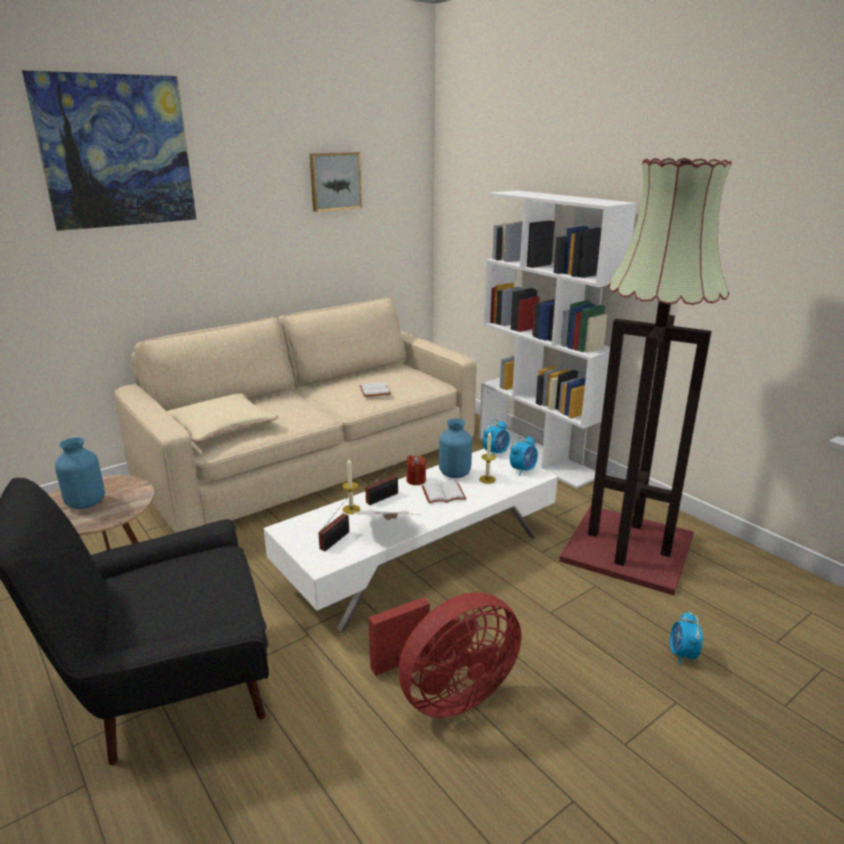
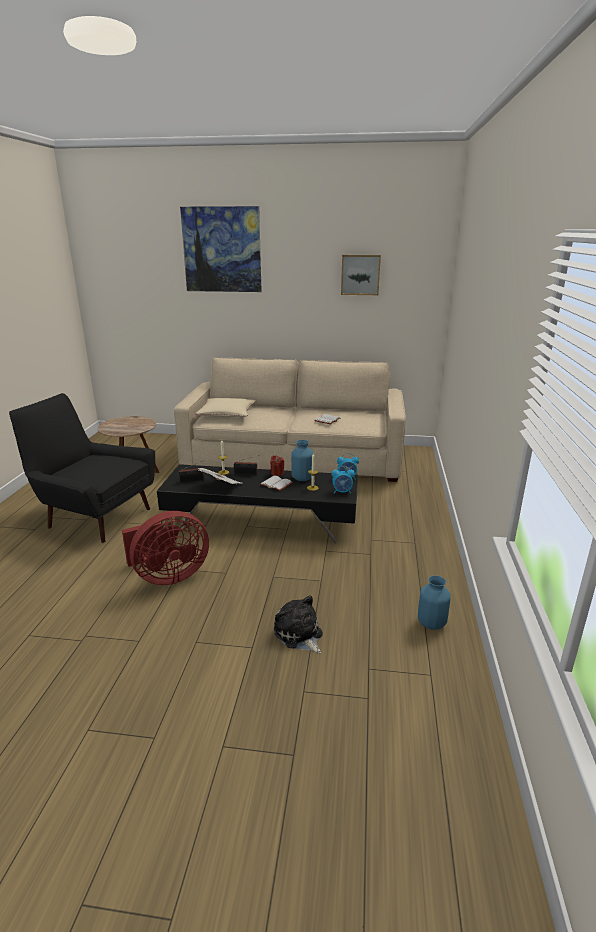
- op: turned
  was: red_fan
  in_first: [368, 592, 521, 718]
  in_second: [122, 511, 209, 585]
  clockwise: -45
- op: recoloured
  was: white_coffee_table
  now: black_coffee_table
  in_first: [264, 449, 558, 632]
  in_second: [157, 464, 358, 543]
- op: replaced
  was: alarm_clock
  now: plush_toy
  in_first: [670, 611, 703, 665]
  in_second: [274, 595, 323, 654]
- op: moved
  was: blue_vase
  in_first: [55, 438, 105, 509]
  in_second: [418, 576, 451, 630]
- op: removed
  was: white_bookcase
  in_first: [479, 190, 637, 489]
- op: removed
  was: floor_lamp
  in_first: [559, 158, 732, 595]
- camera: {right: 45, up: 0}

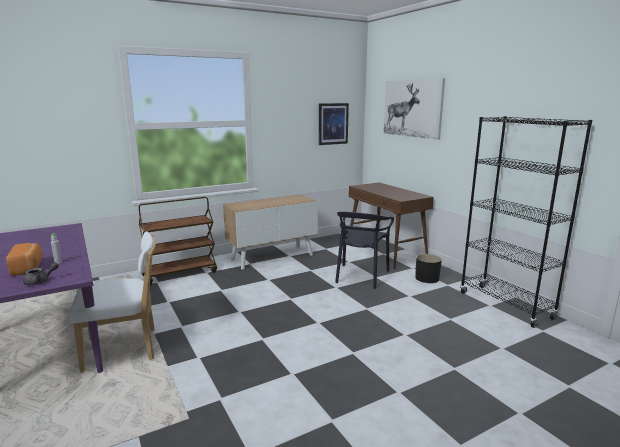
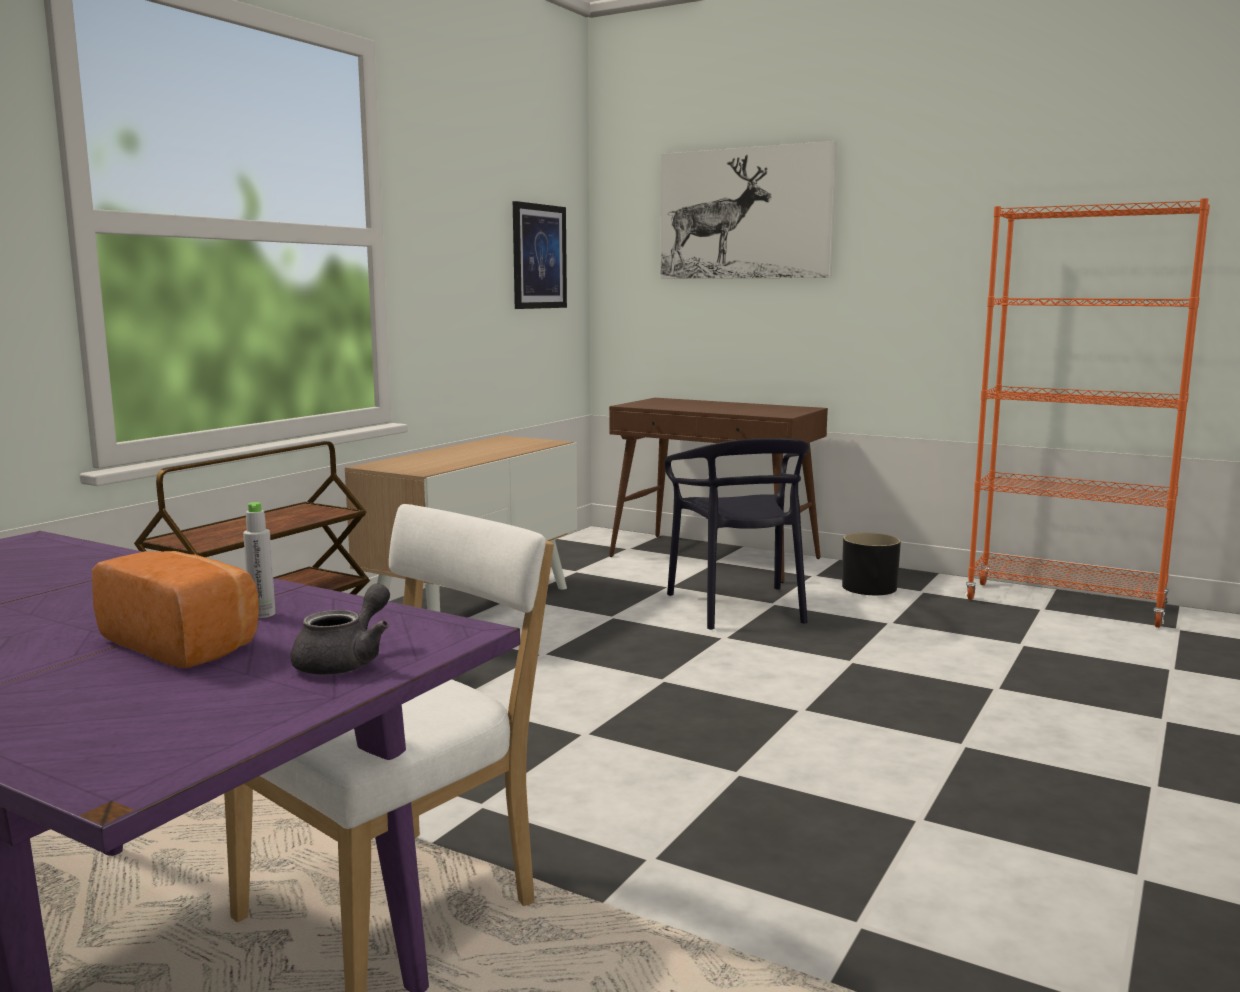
- op: recoloured
  was: black_bookcase
  now: orange_bookcase
  in_first: [460, 116, 592, 328]
  in_second: [965, 198, 1210, 628]
- camera: {right: -30, up: -5}

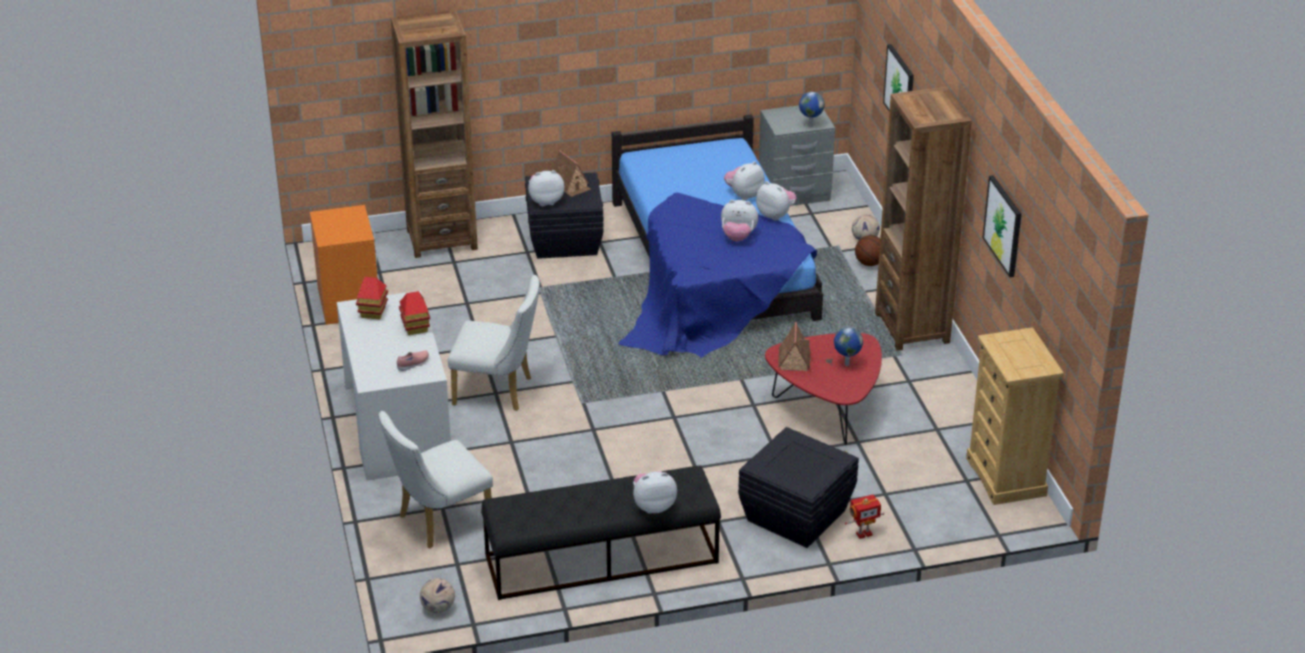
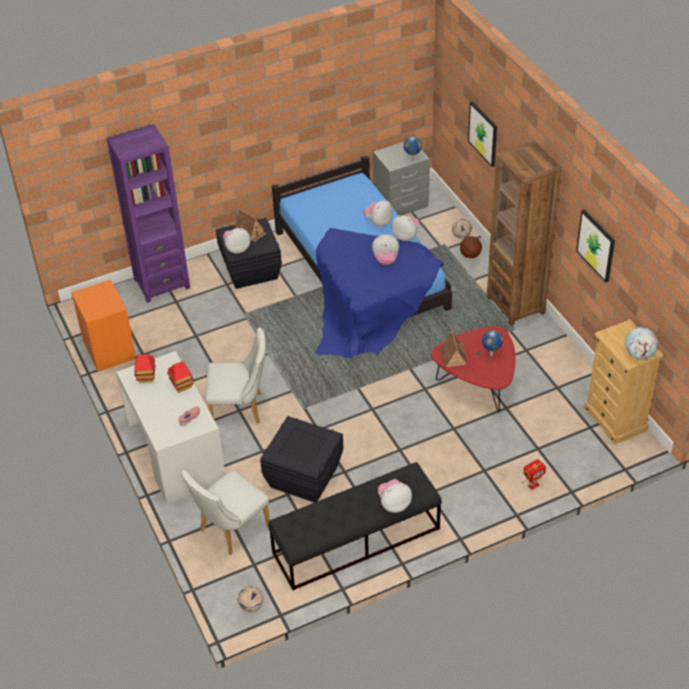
- op: recoloured
  was: brown_bookcase
  now: purple_bookcase
  in_first: [391, 10, 478, 258]
  in_second: [107, 124, 190, 303]
- op: moved
  was: black_storage_box
  in_first: [738, 427, 859, 548]
  in_second: [260, 416, 344, 503]
- op: added
  now: globe
  in_second: [625, 327, 659, 360]
- camera: {right: -10, up: 10}

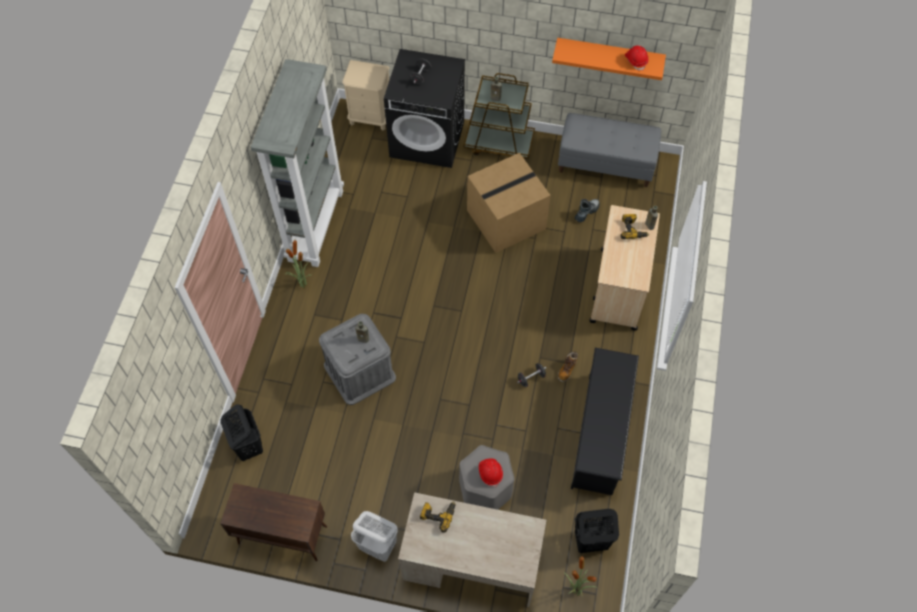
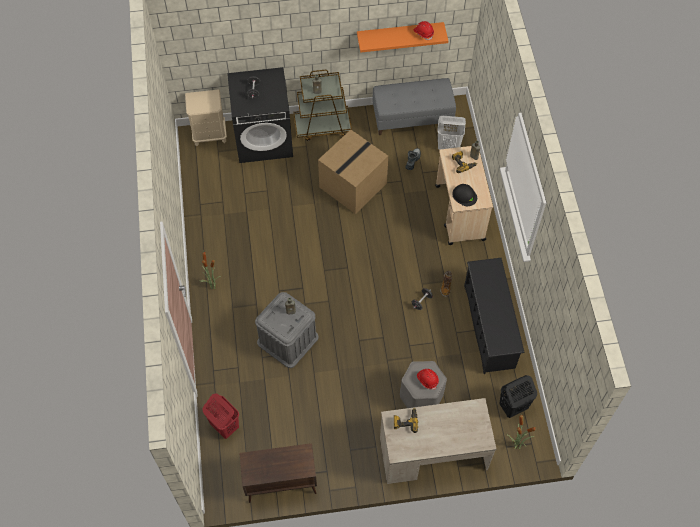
- op: recoloured
  was: black_laundry_basket
  now: red_laundry_basket
  in_first: [221, 405, 263, 461]
  in_second: [203, 394, 239, 439]
- op: moved
  was: white_laundry_basket
  in_first: [351, 511, 398, 562]
  in_second: [437, 116, 466, 150]
- op: added
  now: black_hard_hat
  in_second: [452, 184, 477, 206]
- op: removed
  was: grey_bookcase
  in_first: [250, 59, 344, 267]
- camera: {right: -20, up: 0}

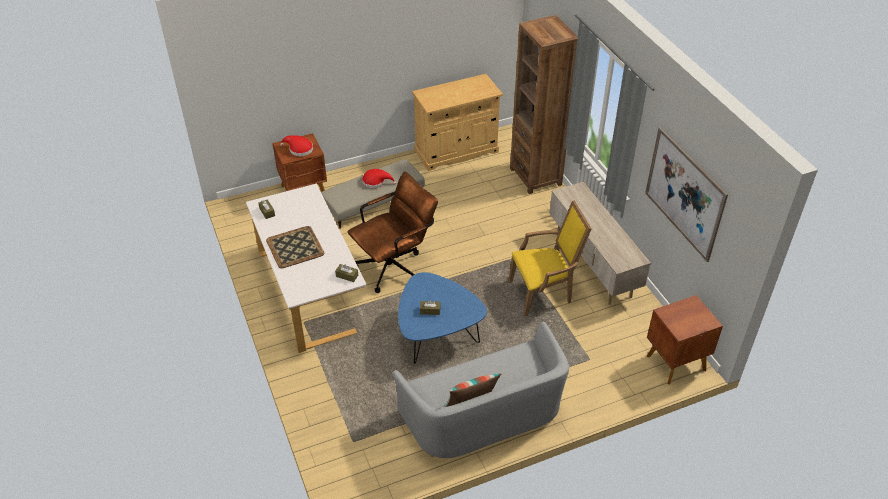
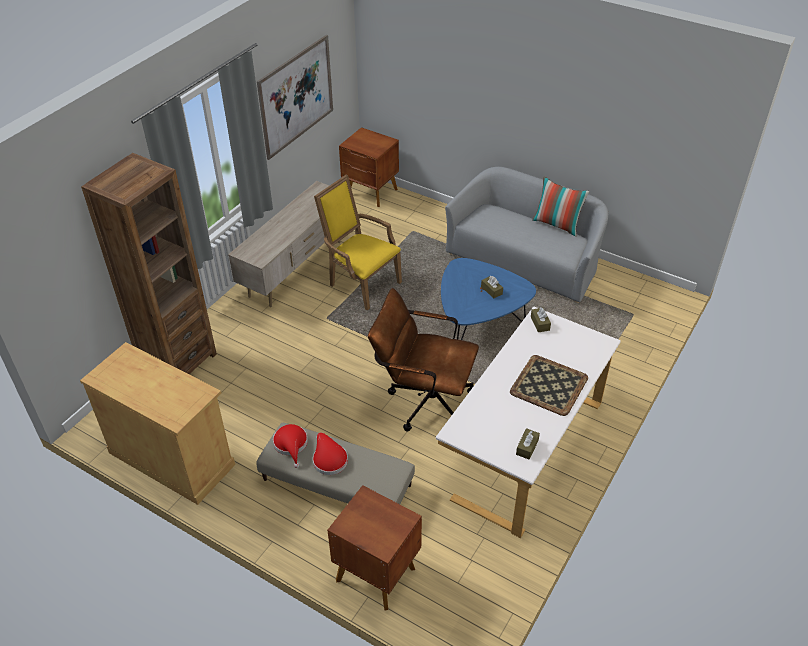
- op: moved
  was: red_hat
  in_first: [280, 135, 313, 156]
  in_second: [273, 424, 308, 468]
- camera: {right: -125, up: 0}

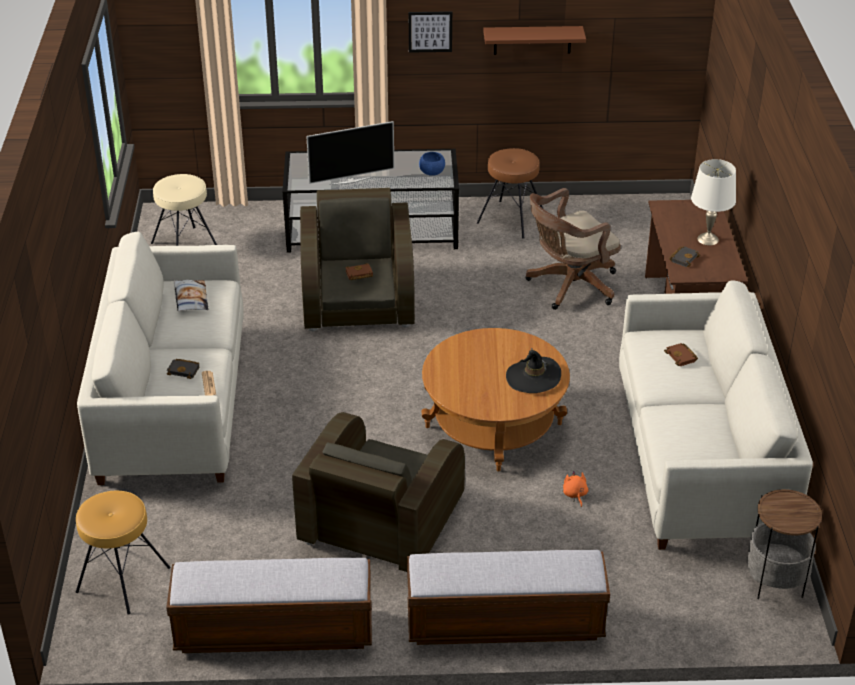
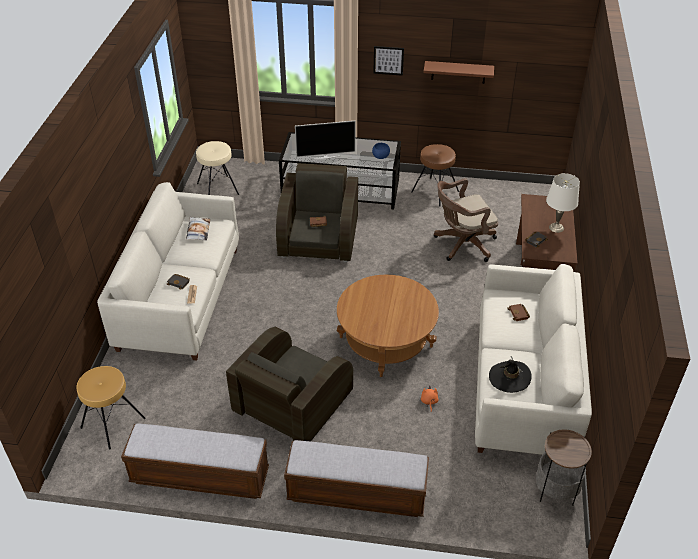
- op: moved
  was: black_hat
  in_first: [506, 348, 561, 393]
  in_second: [489, 356, 532, 393]
- camera: {right: 10, up: 5}

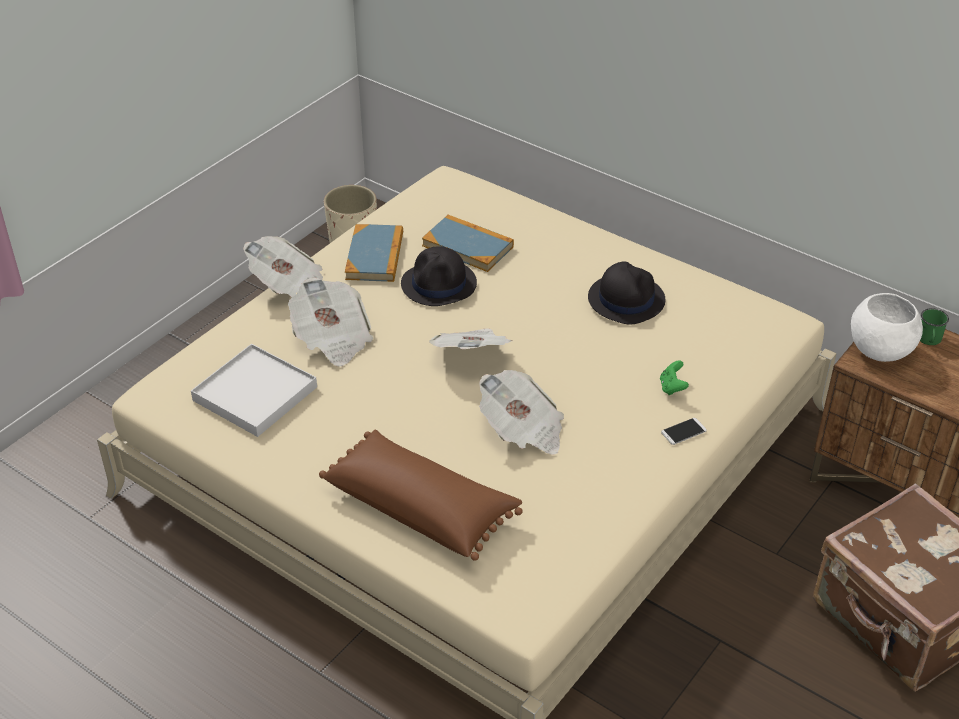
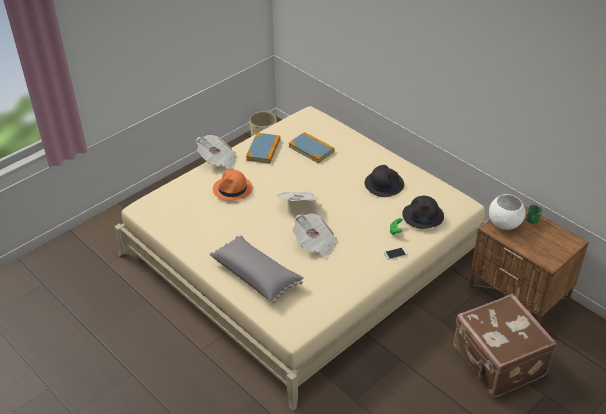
- op: recoloured
  was: brown_pillow
  now: grey_pillow
  in_first: [319, 430, 523, 561]
  in_second: [210, 236, 303, 303]
- op: replaced
  was: newspaper
  now: orange_hat
  in_first: [288, 277, 374, 367]
  in_second: [213, 170, 252, 201]
- op: moved
  was: black_hat
  in_first: [401, 246, 477, 306]
  in_second: [402, 196, 444, 229]
- op: removed
  was: white_tray
  in_first: [191, 344, 317, 437]
- camera: {right: 10, up: 0}

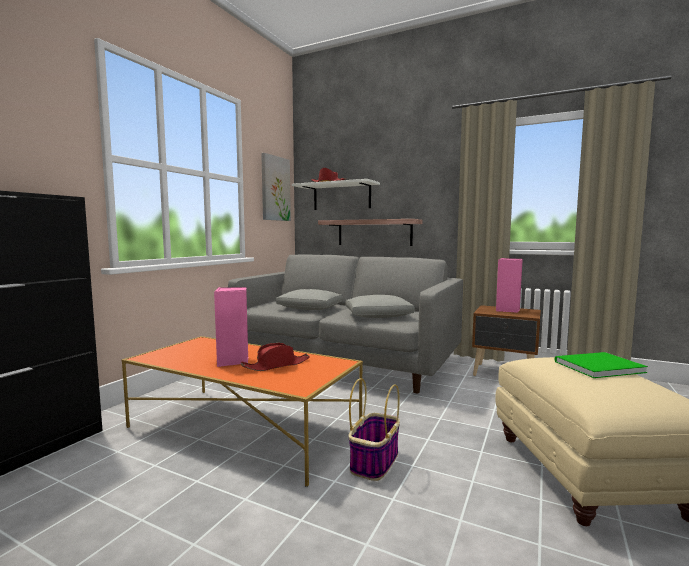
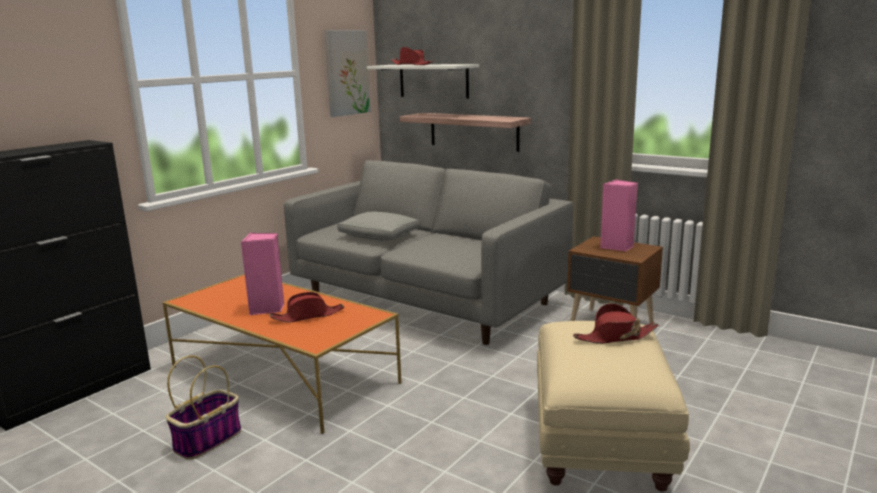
- op: moved
  was: basket
  in_first: [348, 378, 400, 481]
  in_second: [166, 356, 241, 460]
- op: replaced
  was: green_book
  now: red_hat
  in_first: [555, 352, 648, 378]
  in_second: [573, 303, 659, 344]
- op: removed
  was: grey_pillow
  in_first: [345, 295, 415, 318]
- camera: {right: 10, up: 10}

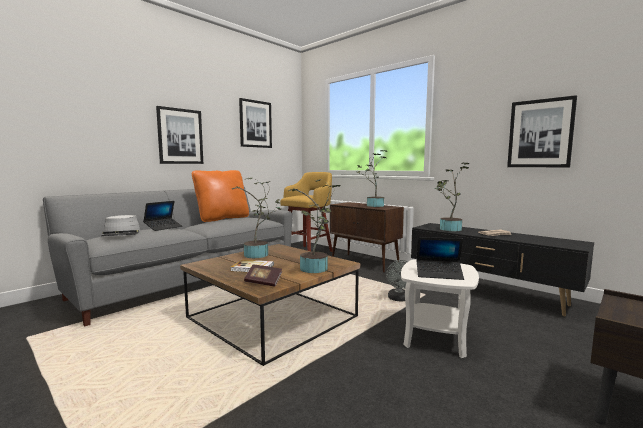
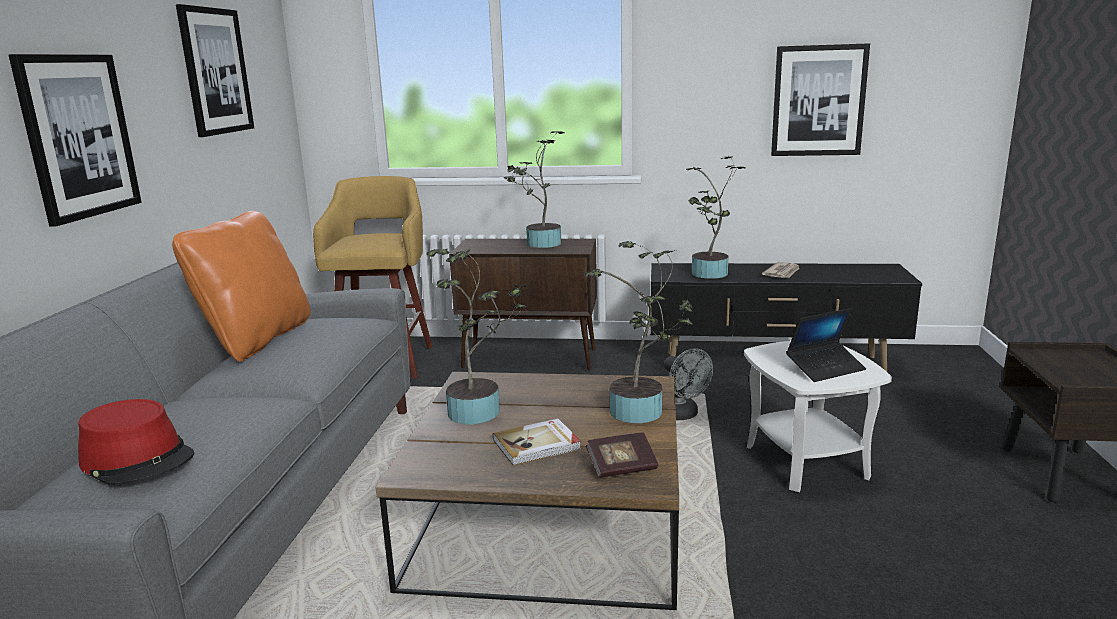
- op: recoloured
  was: grey_hat
  now: red_hat
  in_first: [101, 215, 140, 236]
  in_second: [78, 399, 195, 485]
- op: removed
  was: laptop
  in_first: [143, 201, 182, 231]
- camera: {right: -35, up: 10}

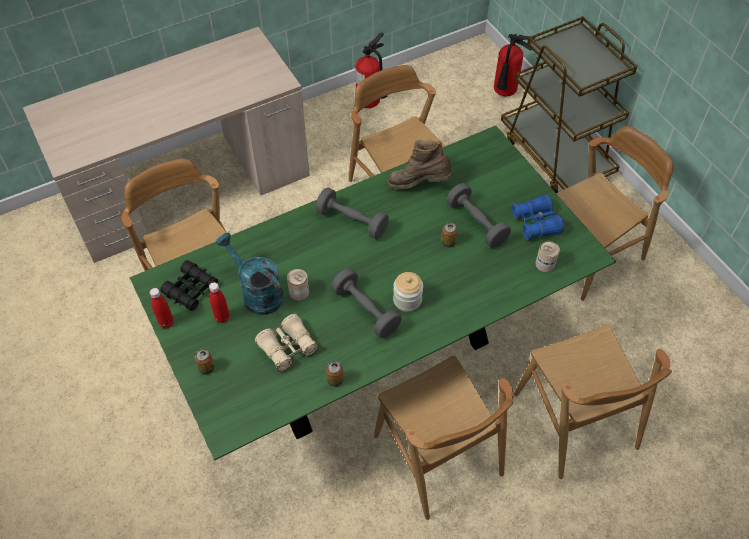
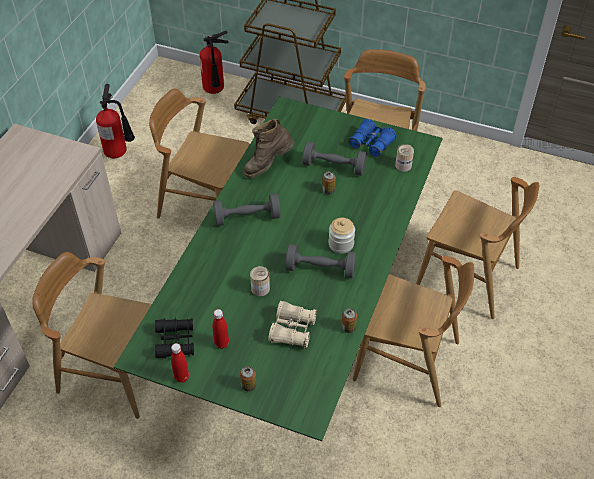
- op: removed
  was: turquoise_watering_can
  in_first: [216, 233, 283, 315]
- camera: {right: -40, up: -5}

